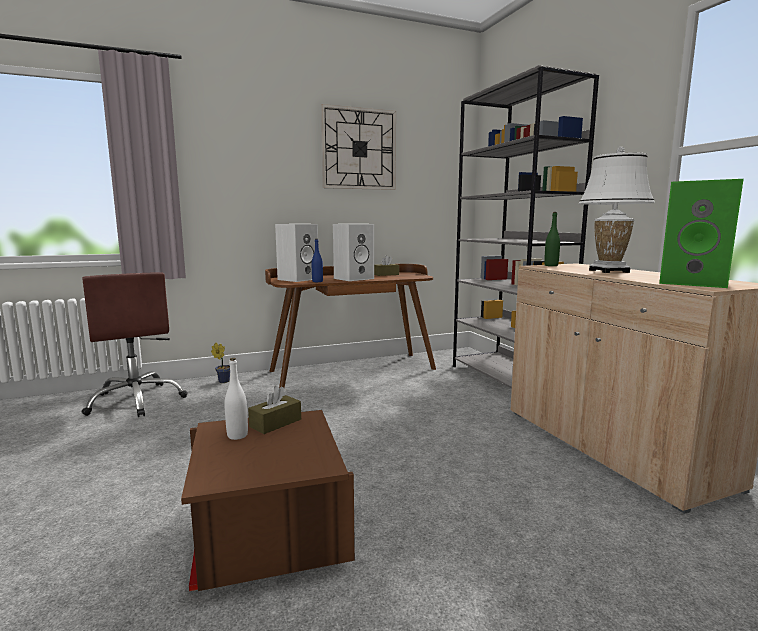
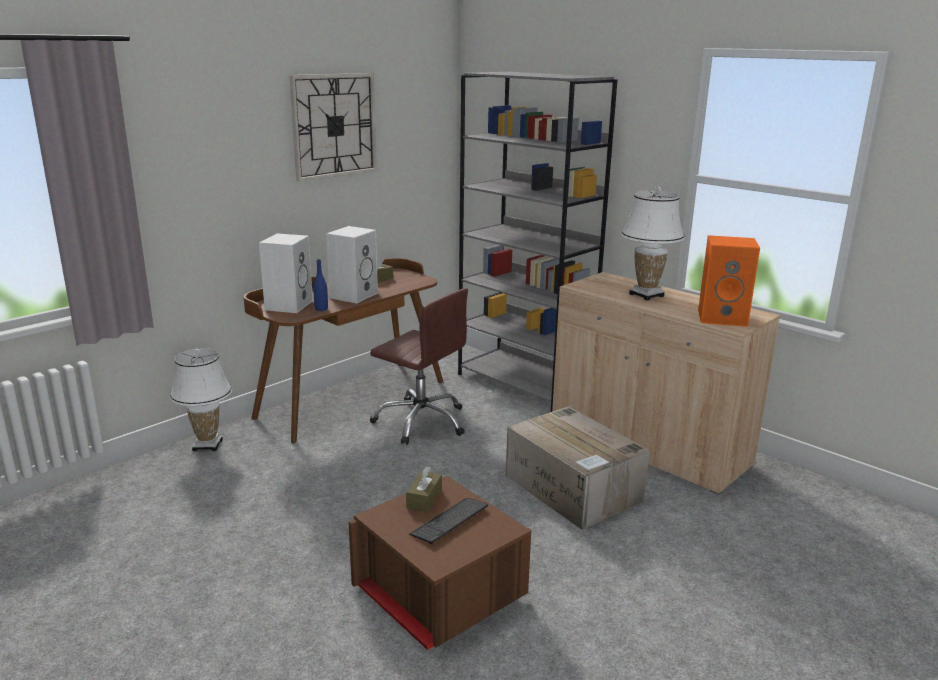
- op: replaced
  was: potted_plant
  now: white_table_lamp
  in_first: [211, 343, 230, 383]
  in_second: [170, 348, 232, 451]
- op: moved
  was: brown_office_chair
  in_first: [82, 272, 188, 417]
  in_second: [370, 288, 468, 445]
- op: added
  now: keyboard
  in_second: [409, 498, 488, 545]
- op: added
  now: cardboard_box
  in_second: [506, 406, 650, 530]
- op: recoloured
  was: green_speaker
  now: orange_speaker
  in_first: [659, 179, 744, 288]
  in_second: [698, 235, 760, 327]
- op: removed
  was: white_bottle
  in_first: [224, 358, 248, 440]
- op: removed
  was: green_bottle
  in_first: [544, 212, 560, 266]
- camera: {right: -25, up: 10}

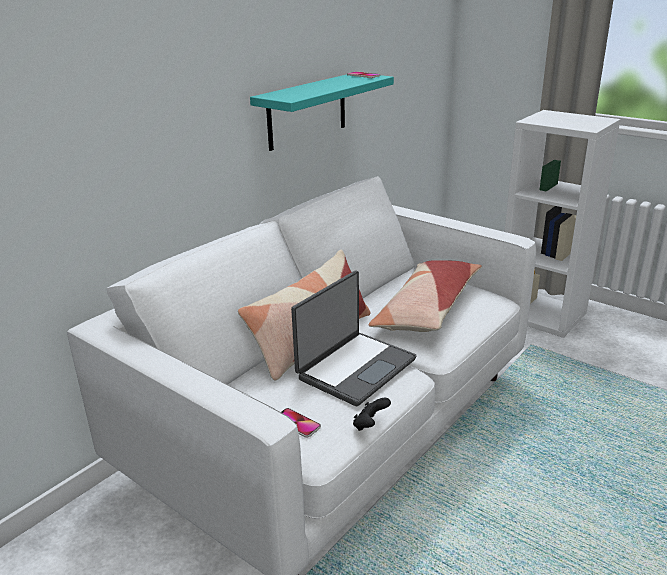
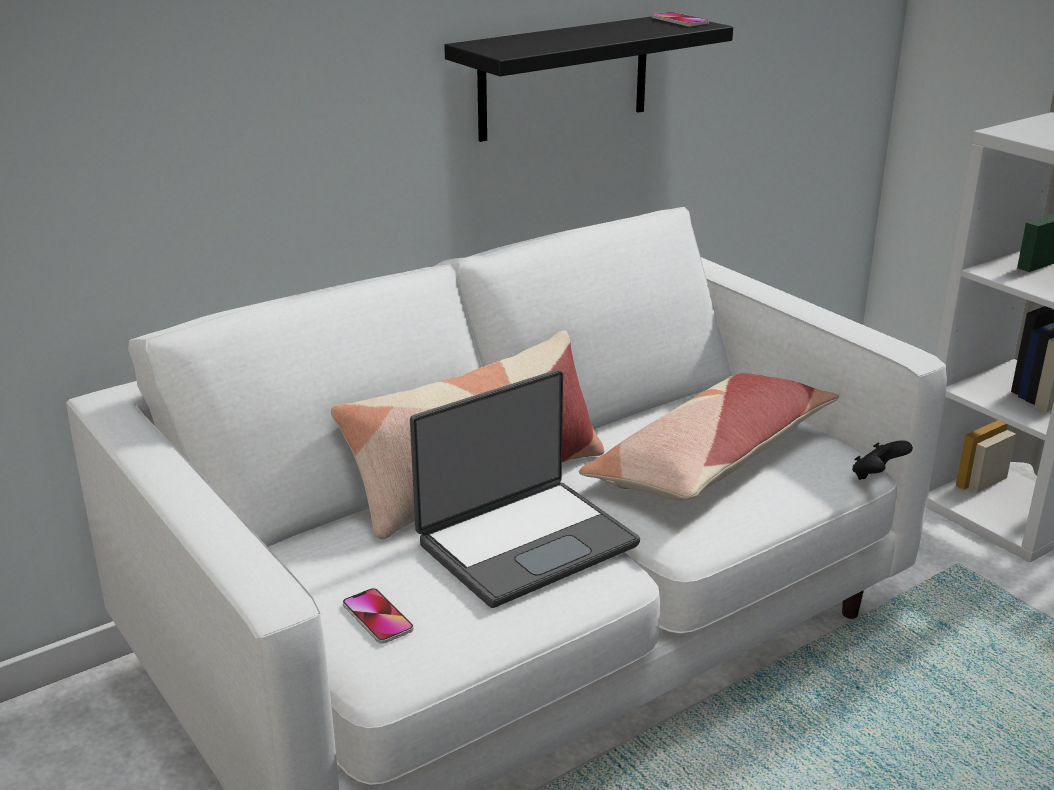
- op: recoloured
  was: turquoise_shelf
  now: black_shelf
  in_first: [250, 74, 394, 151]
  in_second: [444, 17, 733, 142]
- op: moved
  was: black_game_controller
  in_first: [353, 398, 391, 431]
  in_second: [852, 440, 913, 480]
- camera: {right: 15, up: 0}

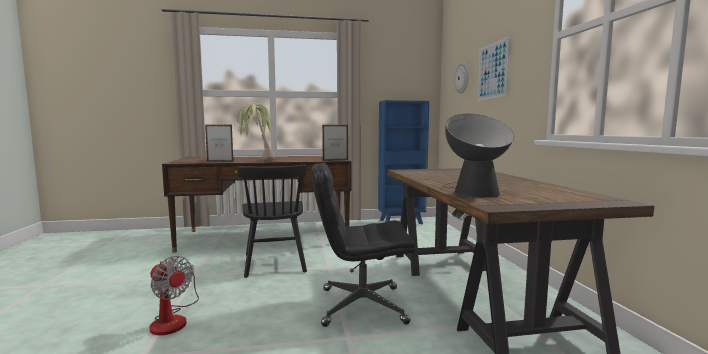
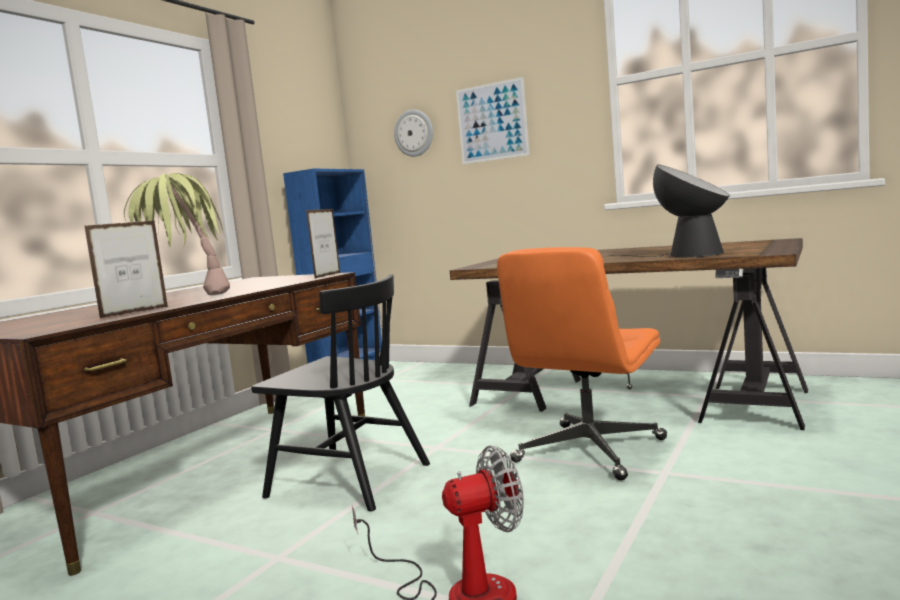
- op: recoloured
  was: black_office_chair
  now: orange_office_chair
  in_first: [312, 163, 416, 327]
  in_second: [497, 247, 667, 480]
- camera: {right: -50, up: 0}

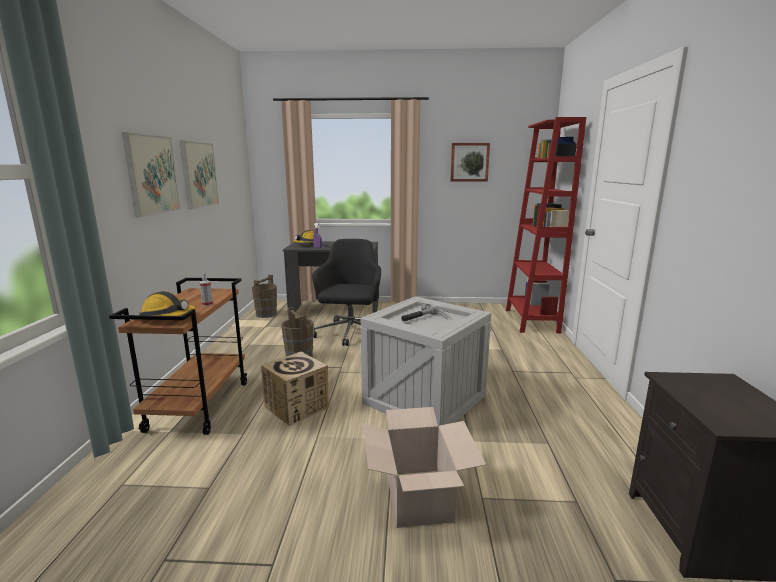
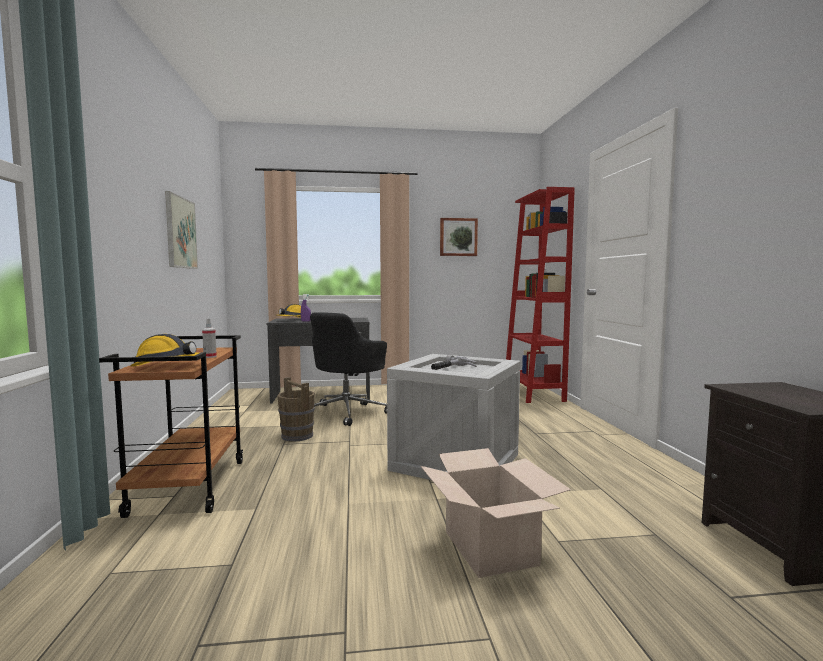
- op: turned
  was: black_office_chair
  in_first: [312, 239, 381, 346]
  in_second: [310, 312, 387, 426]
  clockwise: -150
- op: removed
  was: picture
  in_first: [122, 132, 181, 217]
- op: removed
  was: brown_bucket
  in_first: [252, 275, 277, 318]
- op: removed
  was: cardboard_box
  in_first: [261, 352, 329, 426]
- camera: {right: -10, up: -10}

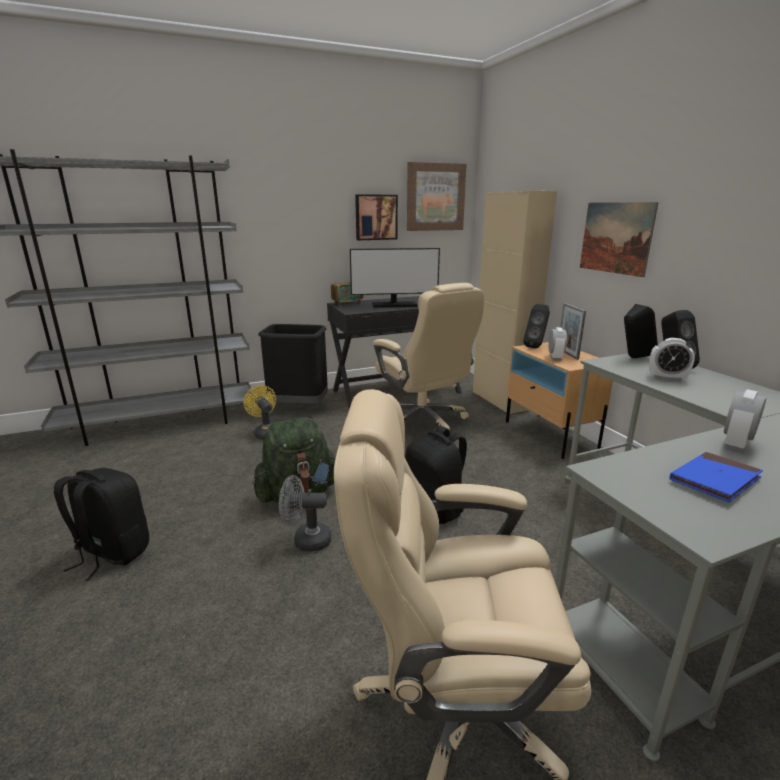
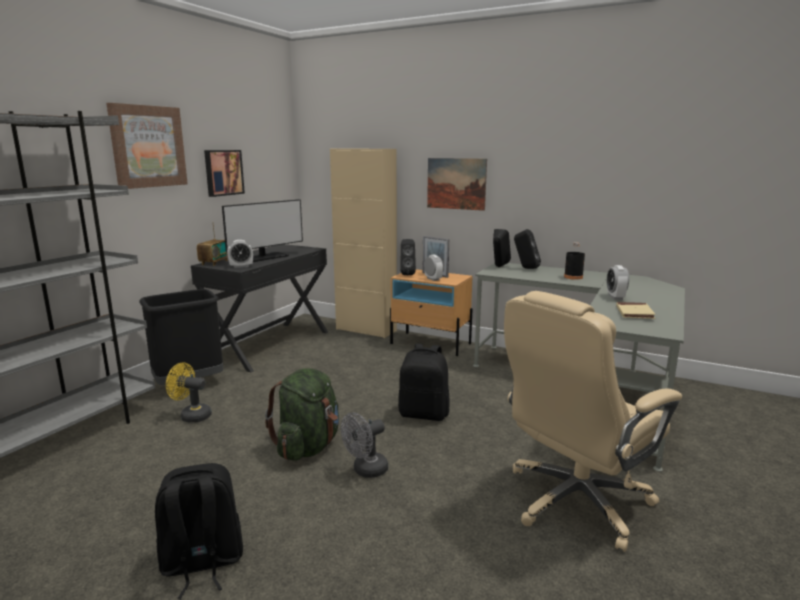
- op: moved
  was: picture
  in_first: [407, 162, 467, 231]
  in_second: [106, 103, 188, 189]
- op: moved
  was: alarm_clock
  in_first: [649, 338, 695, 381]
  in_second: [227, 240, 253, 268]
- op: added
  now: black_bottle
  in_second: [564, 243, 585, 280]
- op: recoloured
  was: blue_book
  now: beige_book
  in_first: [669, 452, 763, 502]
  in_second: [616, 302, 656, 319]
- op: removed
  was: beige_office_chair
  in_first: [373, 283, 484, 431]
- camera: {right: -40, up: -5}

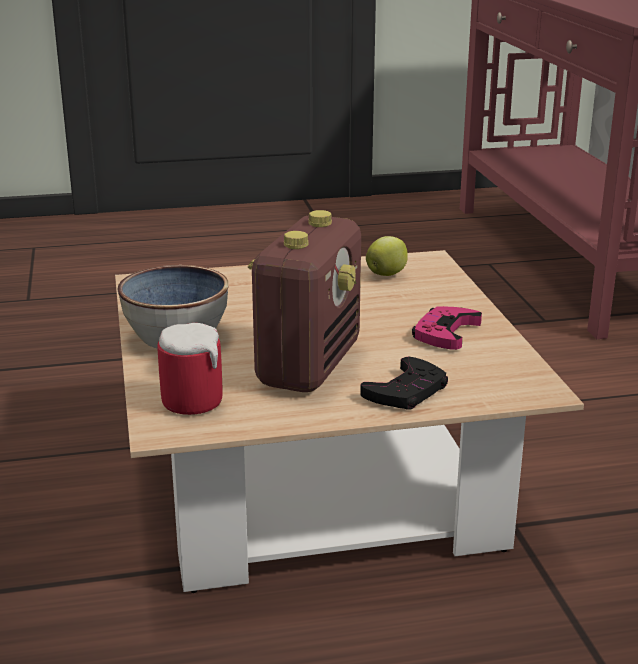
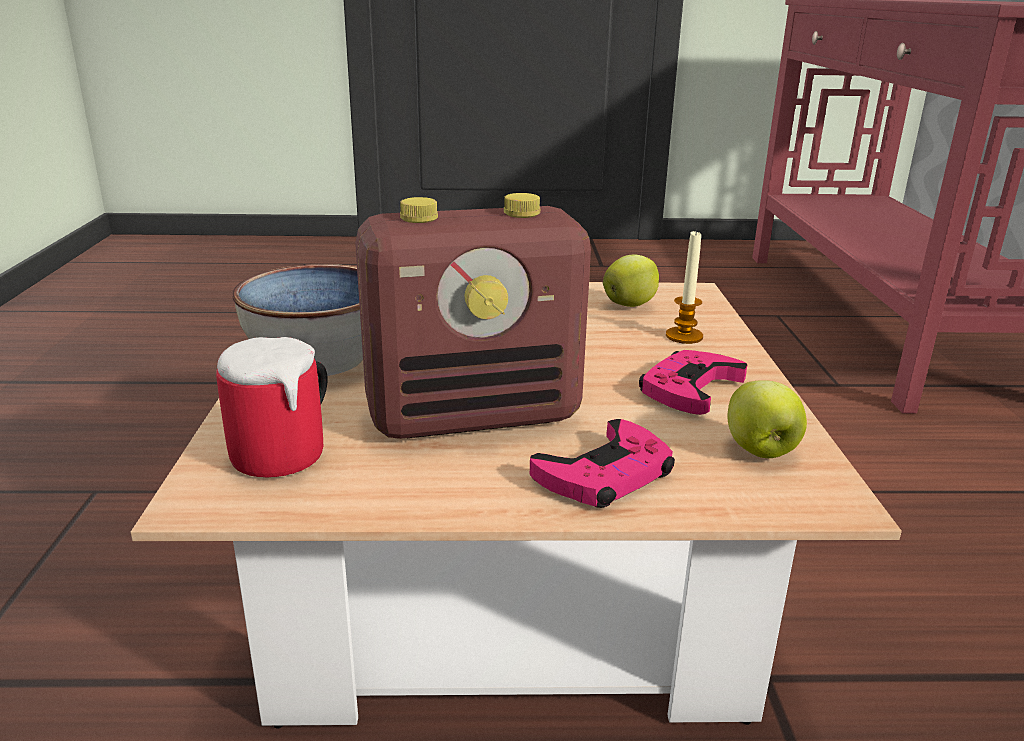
- op: turned
  was: radio
  in_first: [248, 210, 361, 392]
  in_second: [355, 193, 591, 439]
  clockwise: 45
- op: recoloured
  was: black_game_controller
  now: pink_game_controller
  in_first: [360, 357, 448, 410]
  in_second: [530, 419, 675, 508]
- op: added
  now: candle
  in_second: [666, 229, 703, 344]
- op: added
  now: apple
  in_second: [728, 380, 807, 458]
- camera: {right: 10, up: 0}

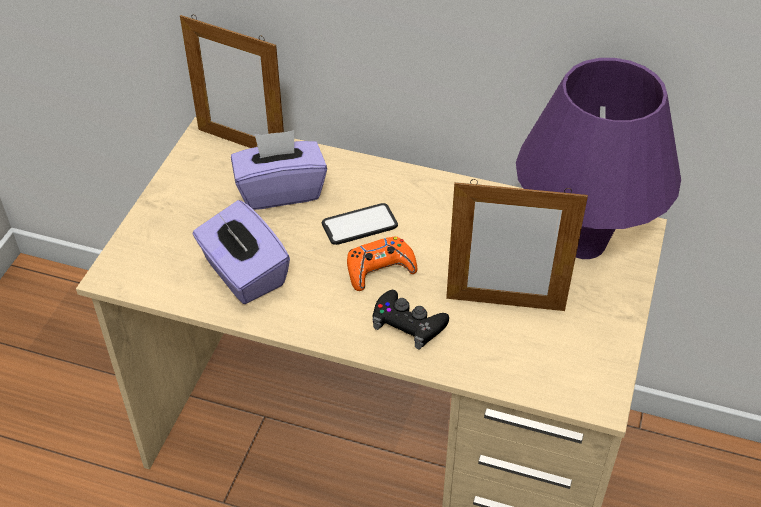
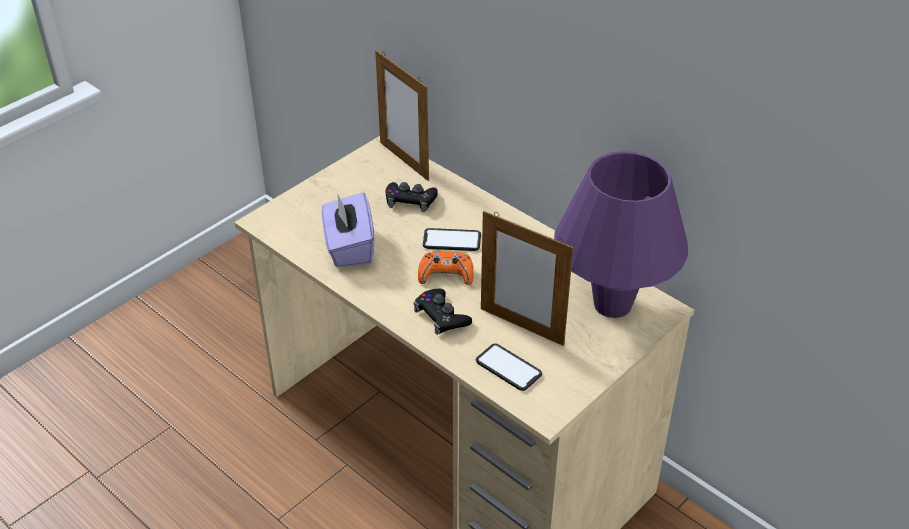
- op: replaced
  was: purple_tissue_box
  now: black_game_controller
  in_first: [231, 130, 327, 210]
  in_second: [386, 182, 438, 212]
- op: added
  now: phone
  in_second: [476, 343, 542, 391]
- camera: {right: 25, up: -5}

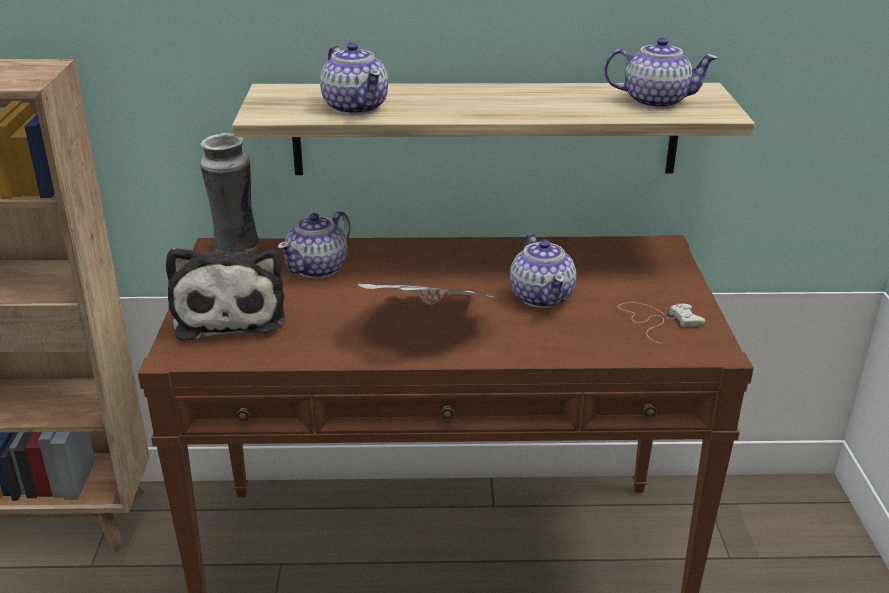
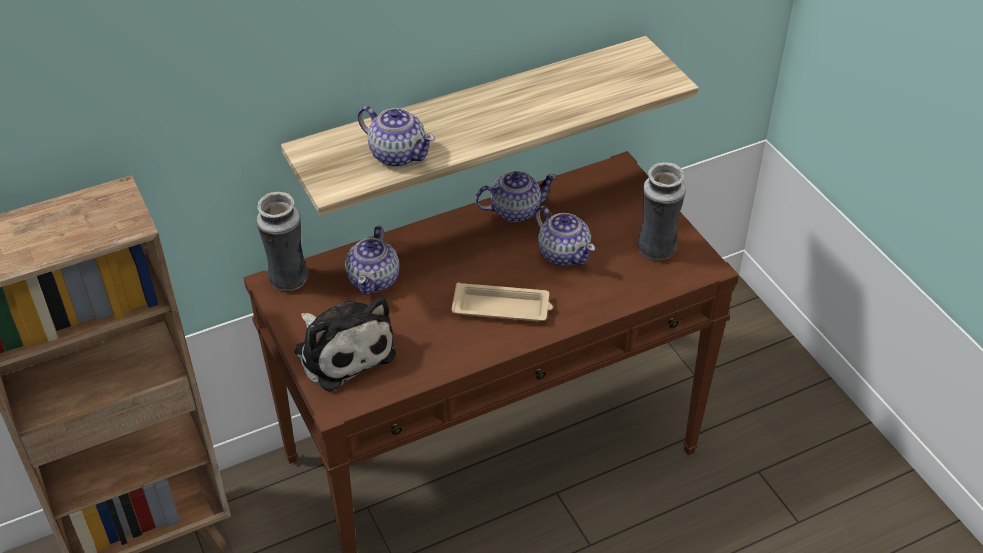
- op: replaced
  was: newspaper
  now: beige_tray
  in_first: [358, 284, 498, 305]
  in_second: [451, 282, 553, 321]
- op: moved
  was: teapot
  in_first: [604, 38, 718, 109]
  in_second: [475, 171, 557, 222]
- op: replaced
  was: white_game_controller
  now: vase
  in_first: [618, 302, 705, 344]
  in_second: [637, 162, 686, 260]
- camera: {right: -25, up: 15}

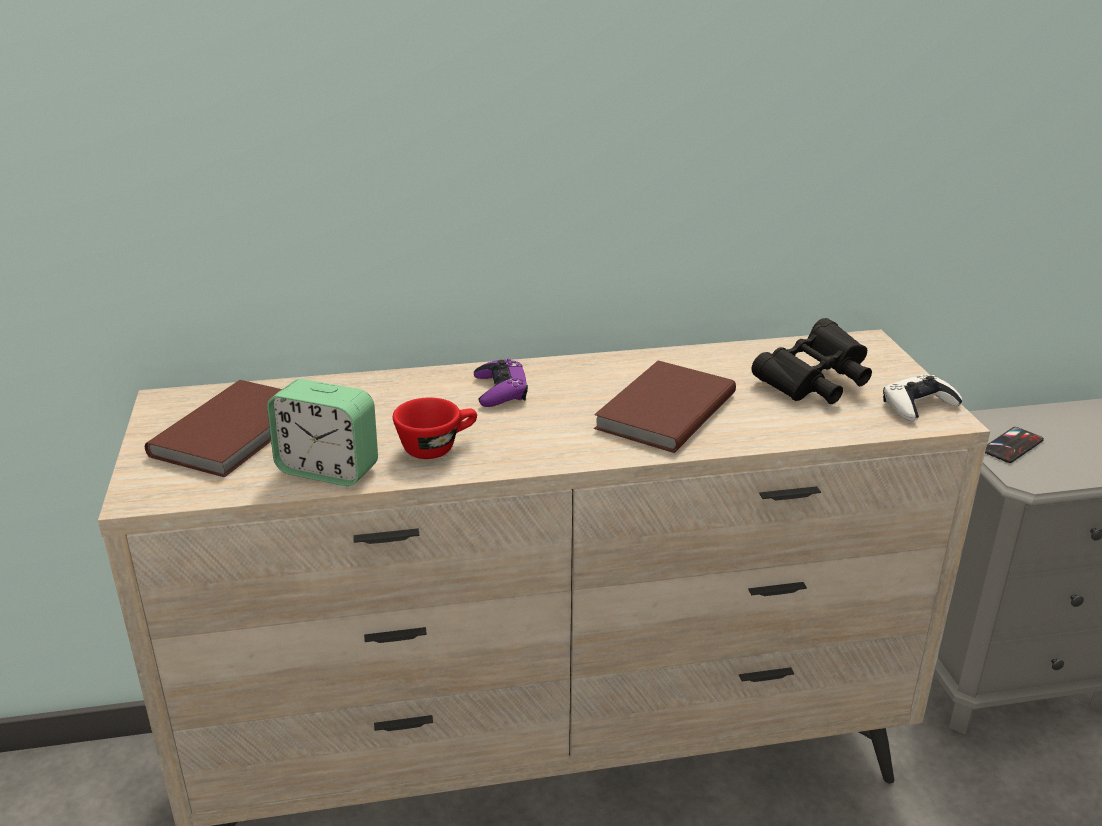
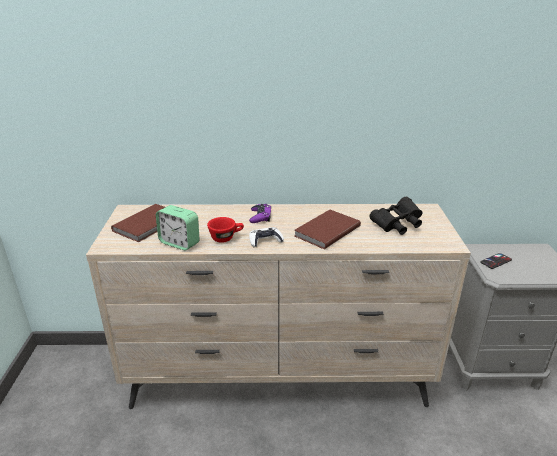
- op: moved
  was: white_game_controller
  in_first: [883, 374, 962, 421]
  in_second: [249, 227, 284, 248]
- camera: {right: 10, up: 0}

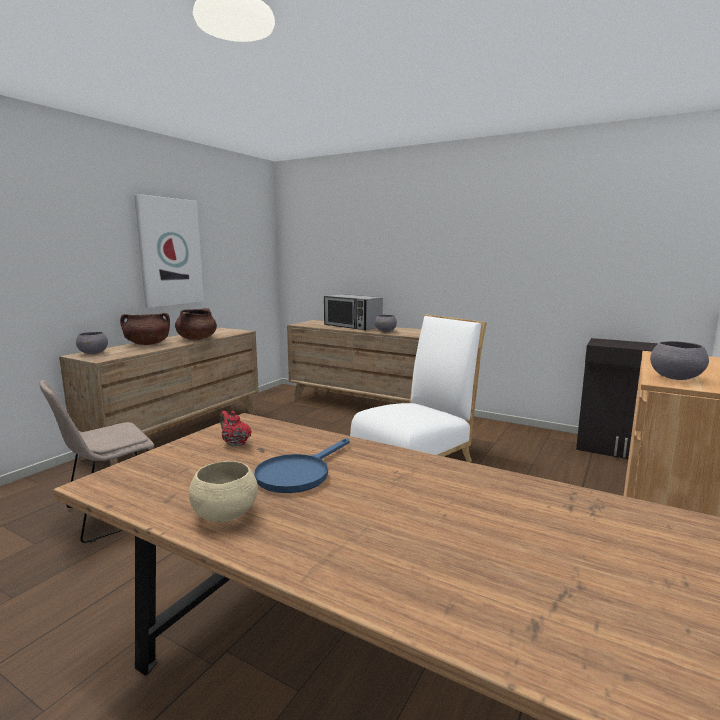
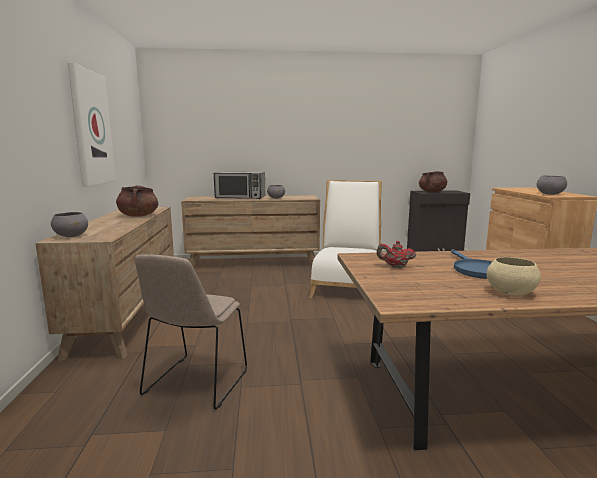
- op: moved
  was: brown_cooking_pot
  in_first: [120, 313, 170, 345]
  in_second: [419, 171, 447, 192]
- camera: {right: -35, up: 0}

